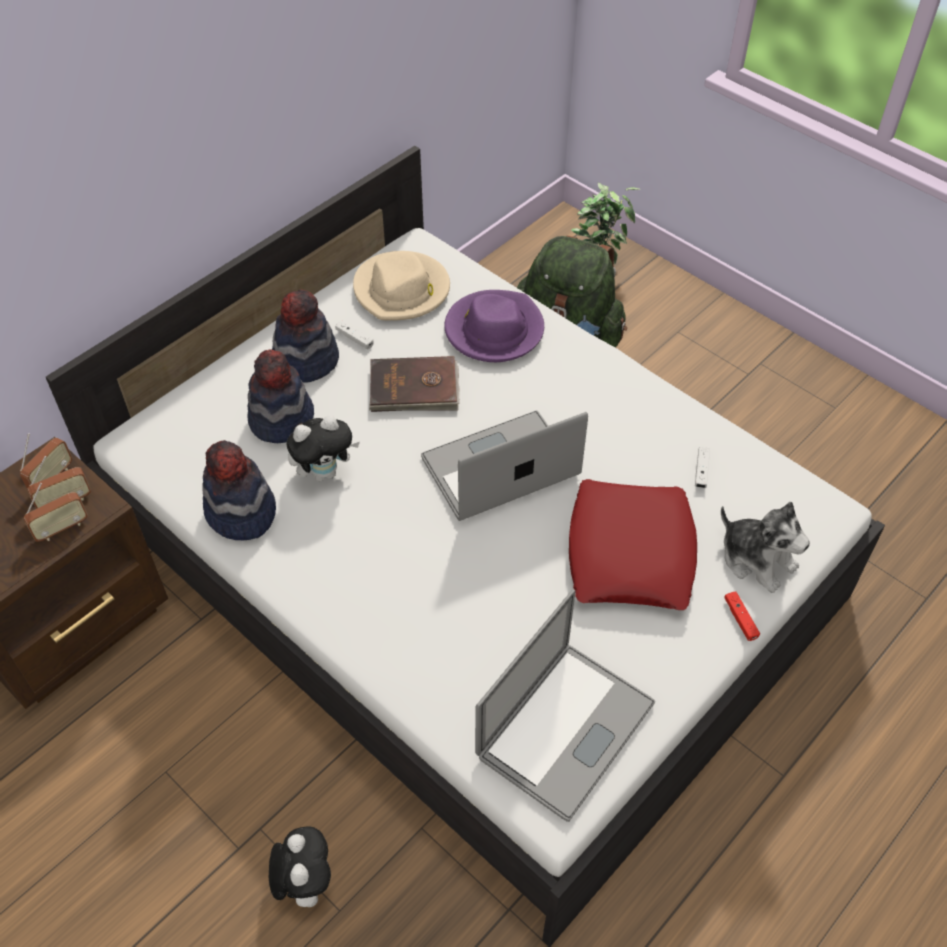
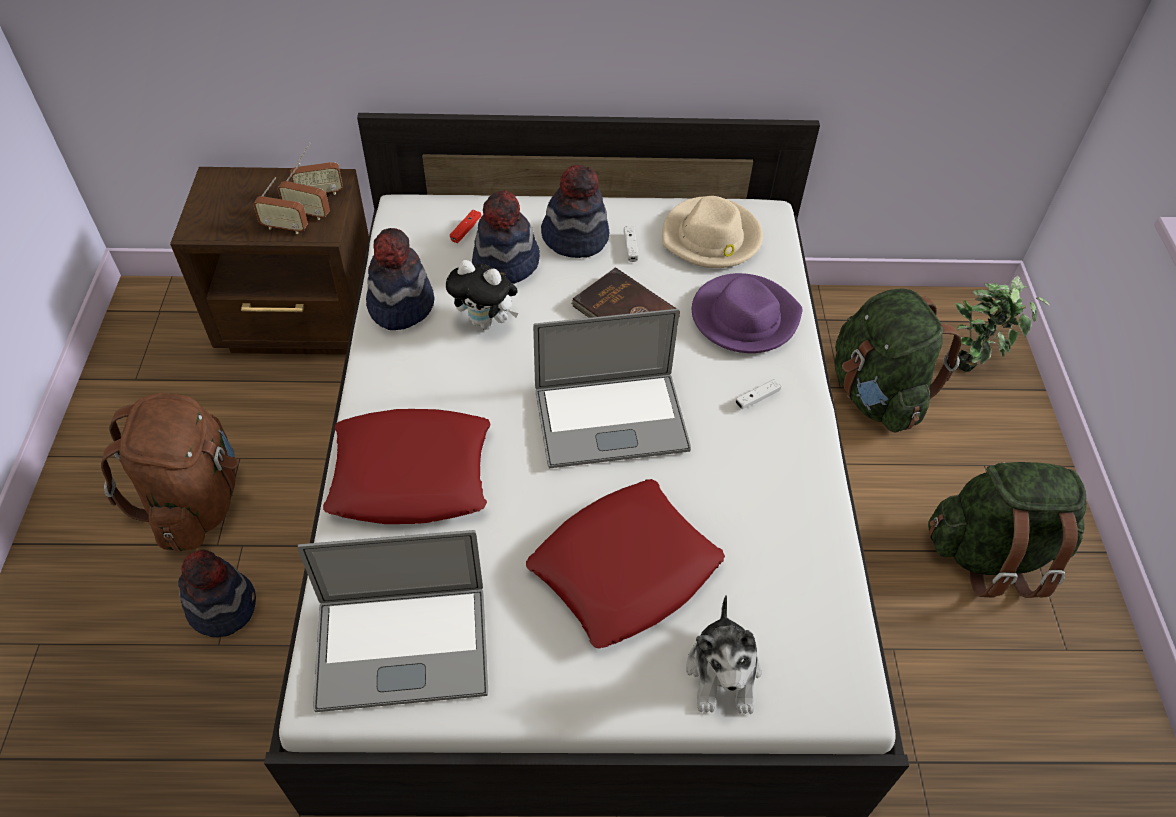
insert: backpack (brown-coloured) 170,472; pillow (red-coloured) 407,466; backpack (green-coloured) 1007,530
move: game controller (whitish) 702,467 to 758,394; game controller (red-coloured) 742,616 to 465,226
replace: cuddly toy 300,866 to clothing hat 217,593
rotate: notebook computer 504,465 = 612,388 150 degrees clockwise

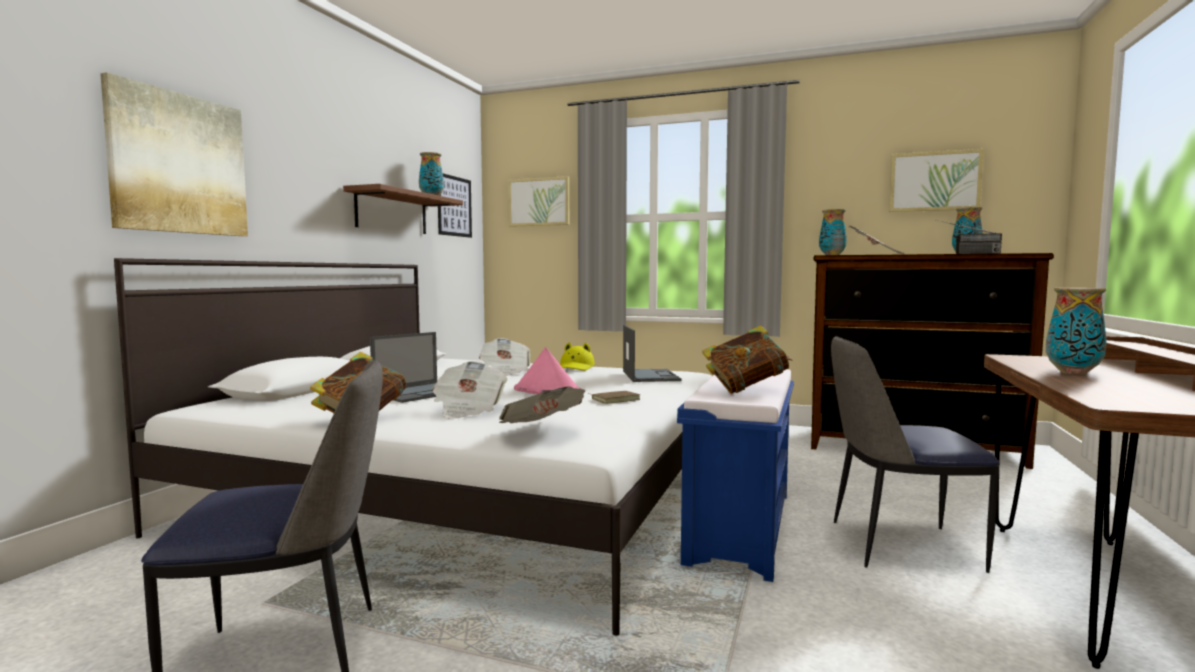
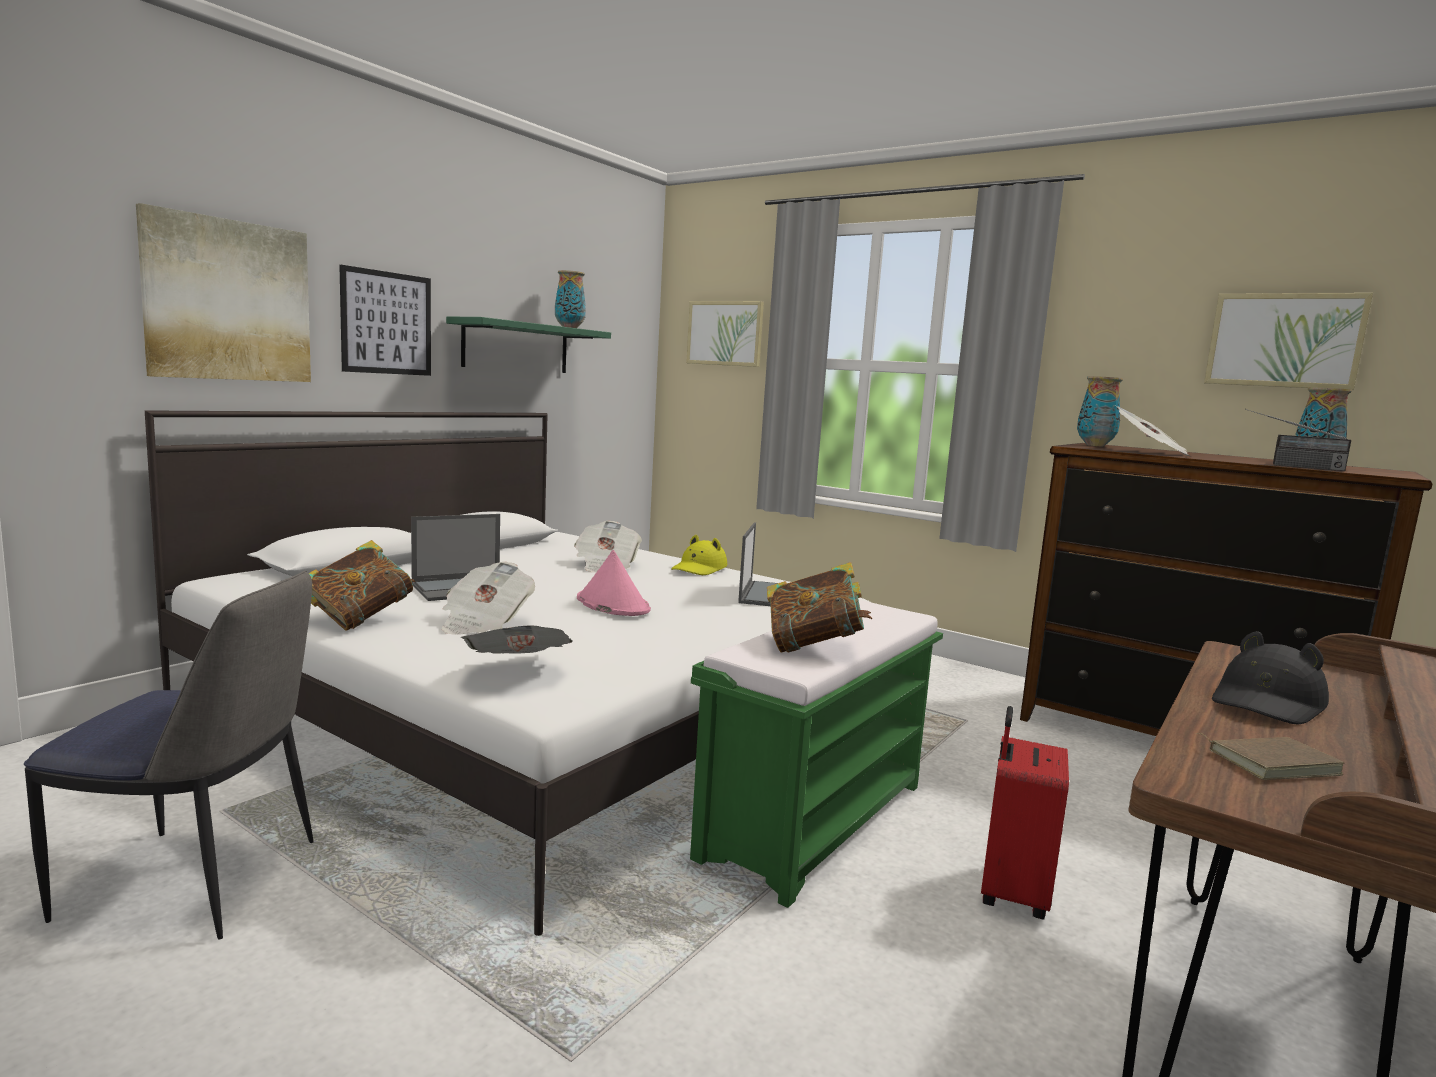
move: wall picture 455,205 to 385,320; bound book (brown-coloured) 614,397 to 1271,756
replace: flower vase 1076,331 to clothing hat (black-coloured) 1270,678; chair 915,454 to travel case (red-coloured) 1025,813
recolor: shelf (brown-coloured) 403,209 to shelf (green-coloured) 528,344; bench (blue) 735,475 to bench (green-coloured) 816,754

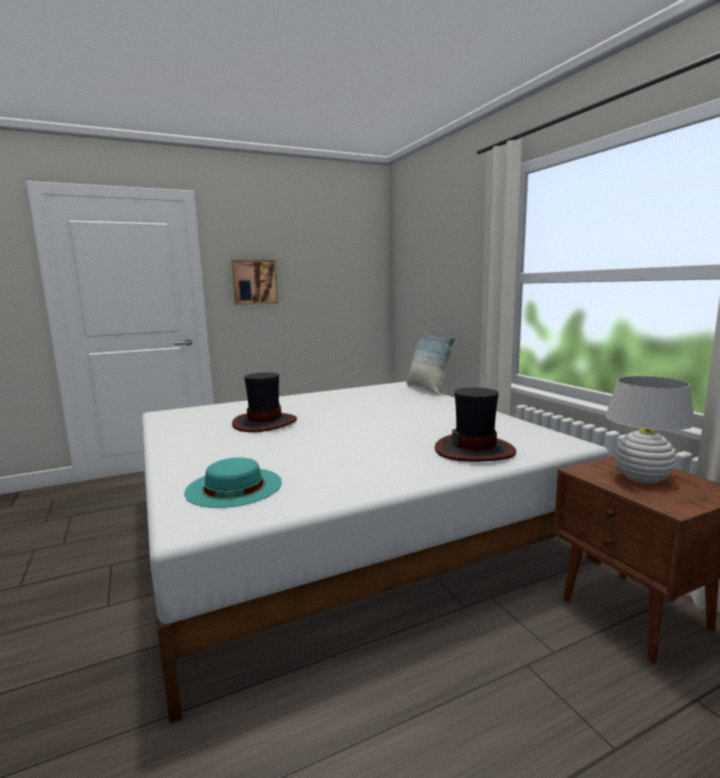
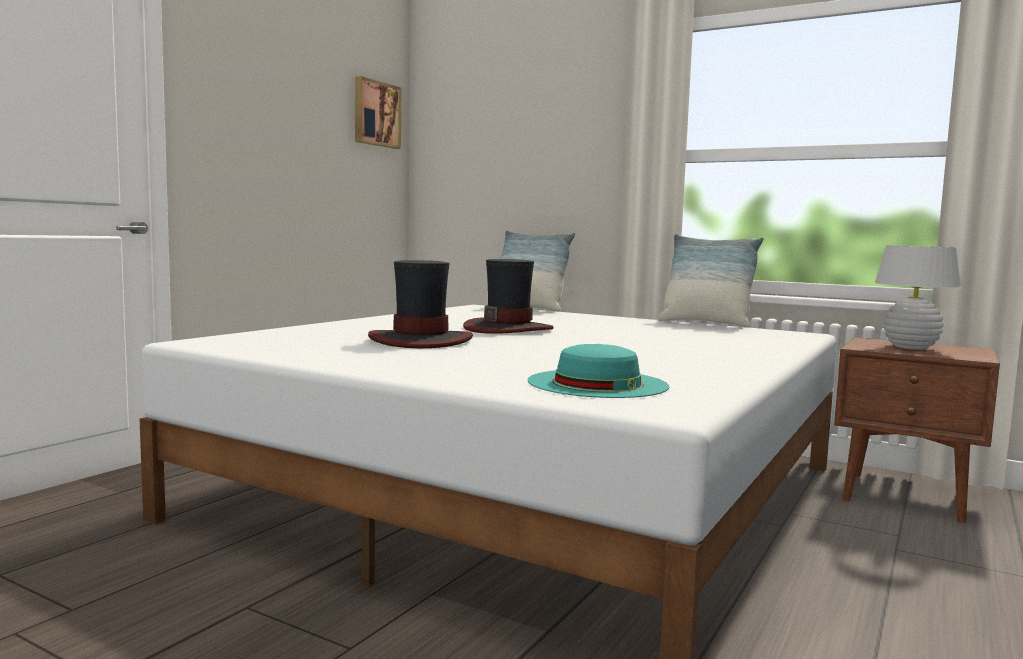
insert: pillow 710,280
move: wall picture 255,282 to 378,112; clothing hat 475,424 to 508,296

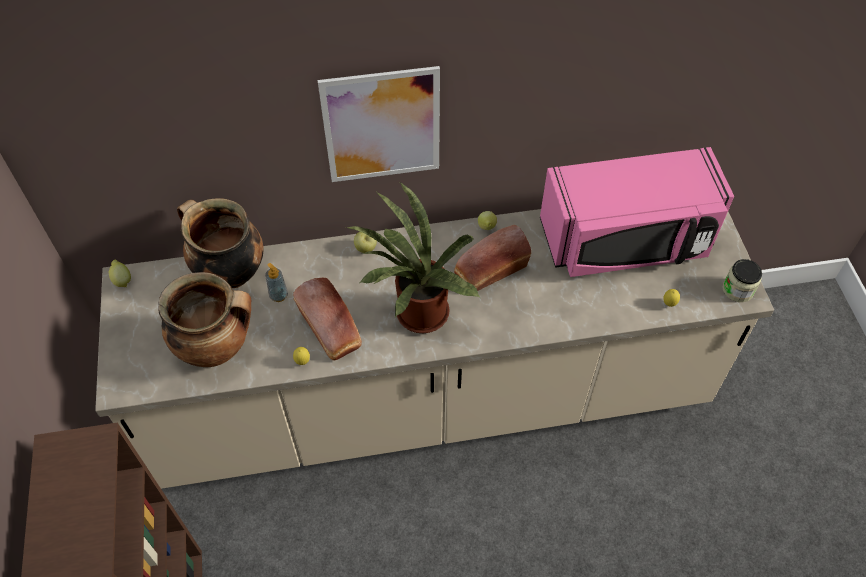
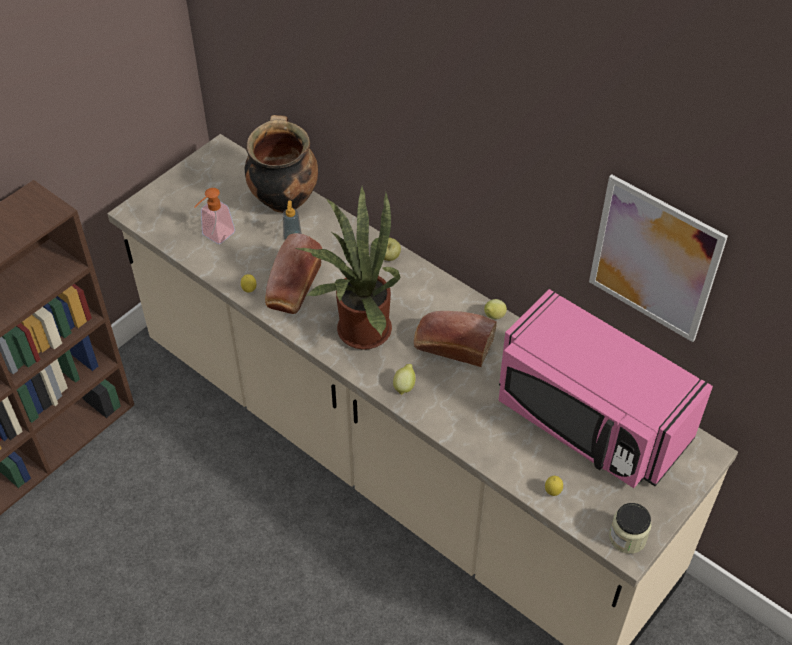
move: wall picture 378,124 to 658,258; lemon 120,273 to 404,379
replace: saucepot 204,319 to soap dispenser 215,216

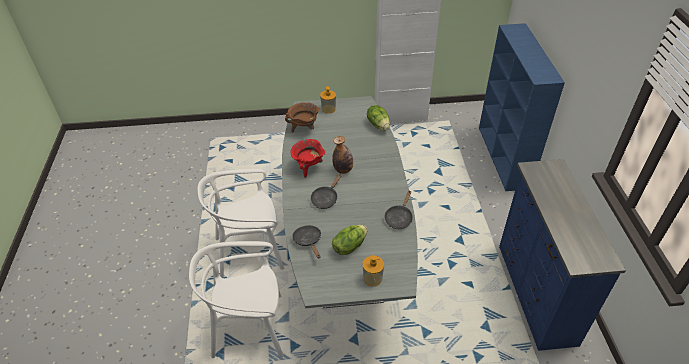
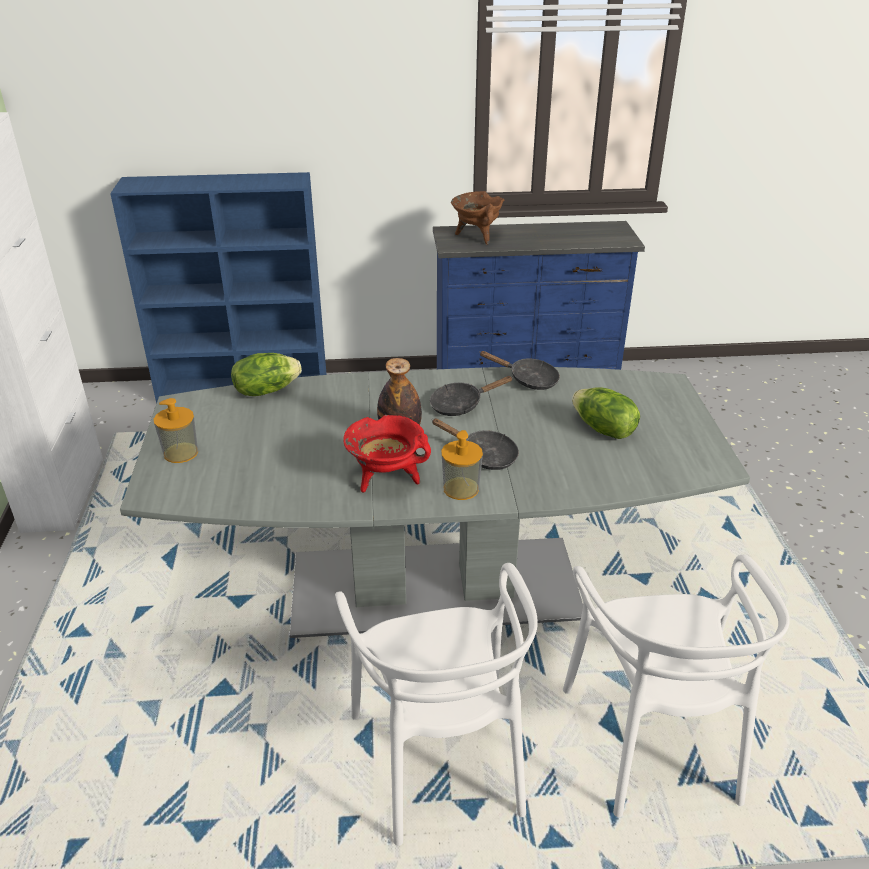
move: saucepot (brown-coloured) 302,117 to 477,217; skillet (black-coloured) 306,241 to 471,396; soap dispenser 373,270 to 462,465

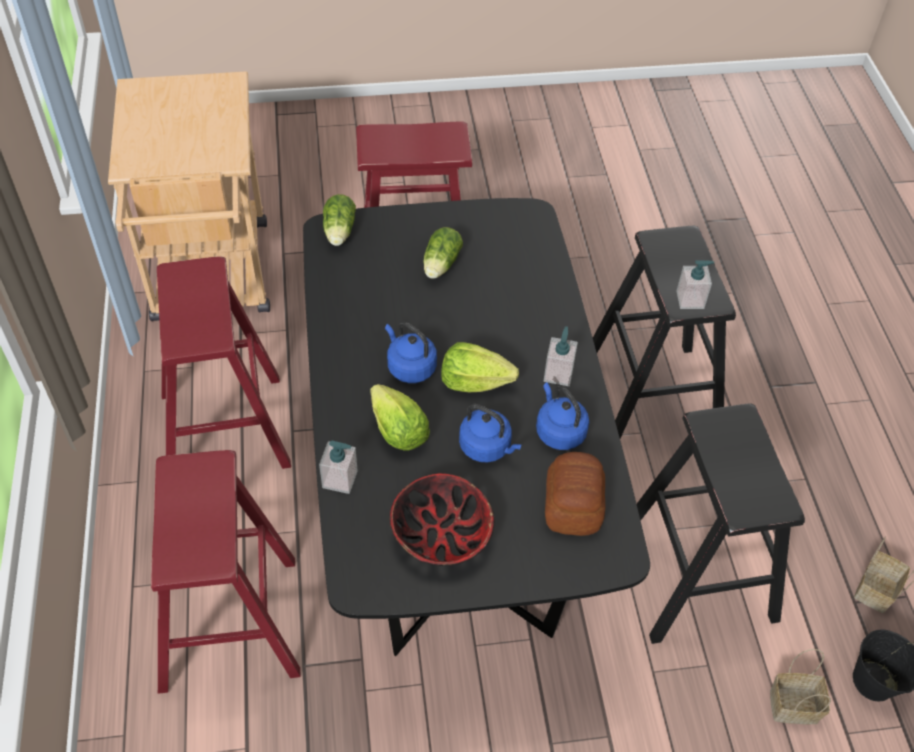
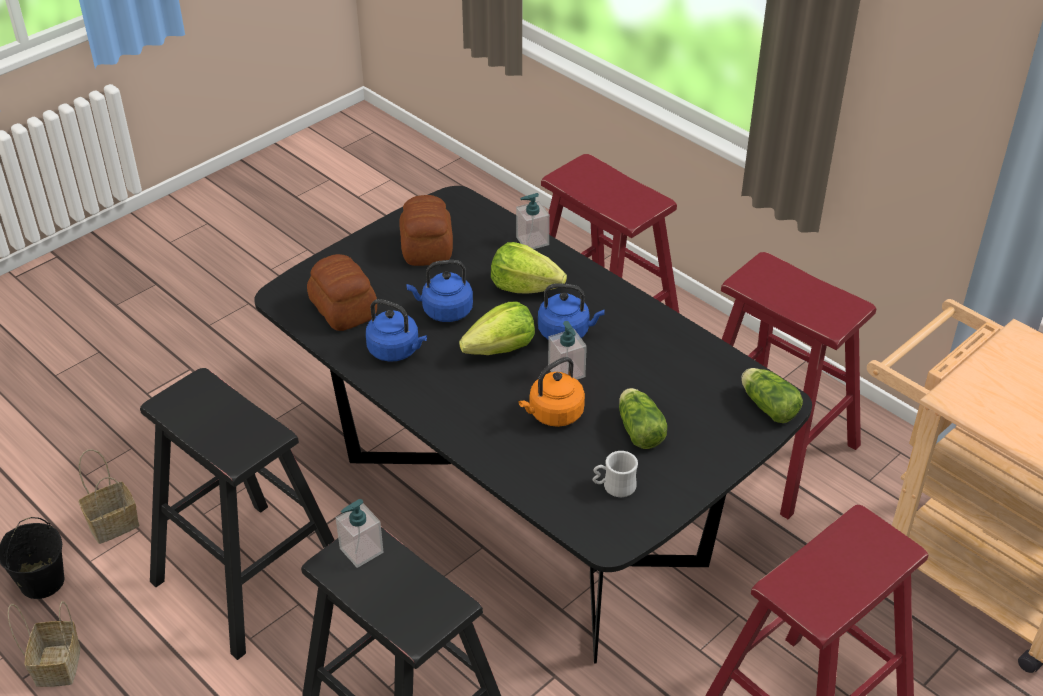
insert: water kettle (orangey) 551,392; coffee mug (whitish) 615,474
move: soap dispenser 561,356 to 567,350
replace: serving bowl 442,519 to bakery bread 426,230

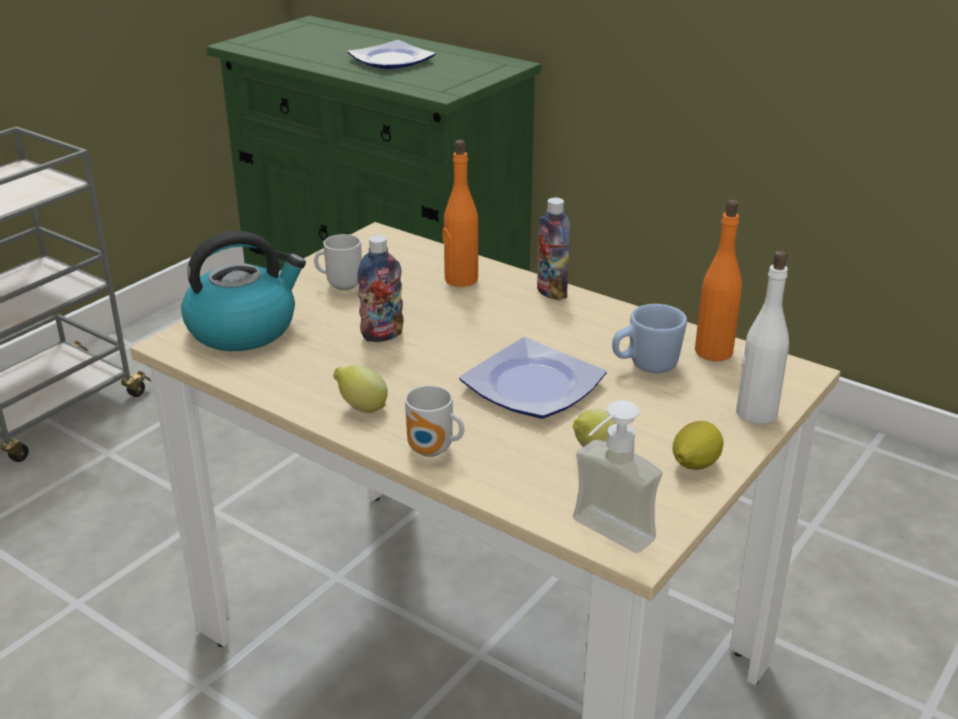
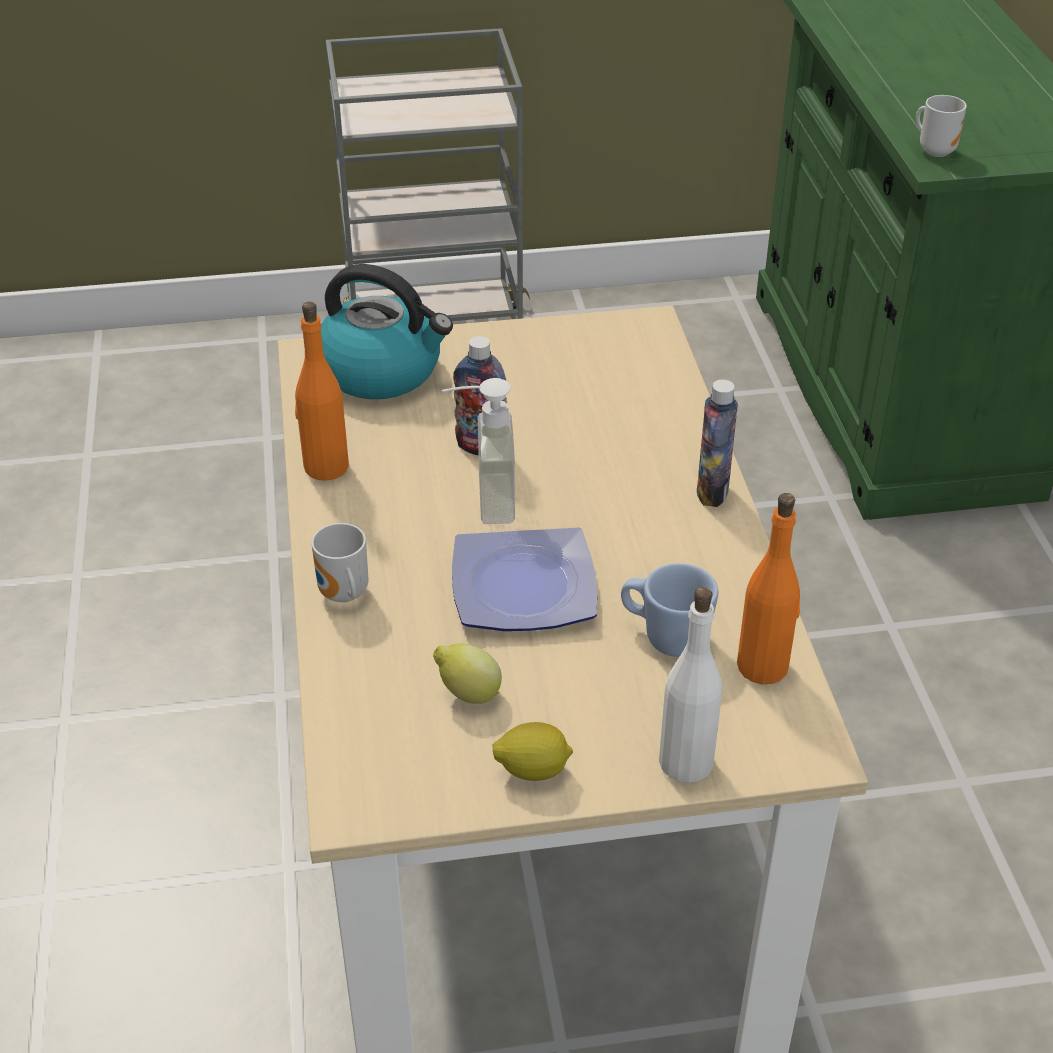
delete: plate 391,54; lemon 360,389
move: bottle (orangey) 460,213 to 322,391; coffee mug 338,262 to 941,126; soap dispenser 617,476 to 478,451

